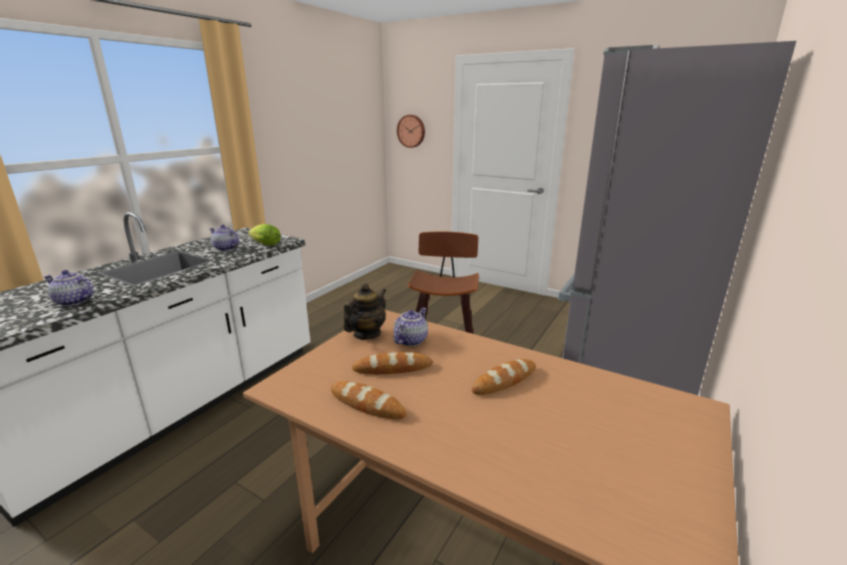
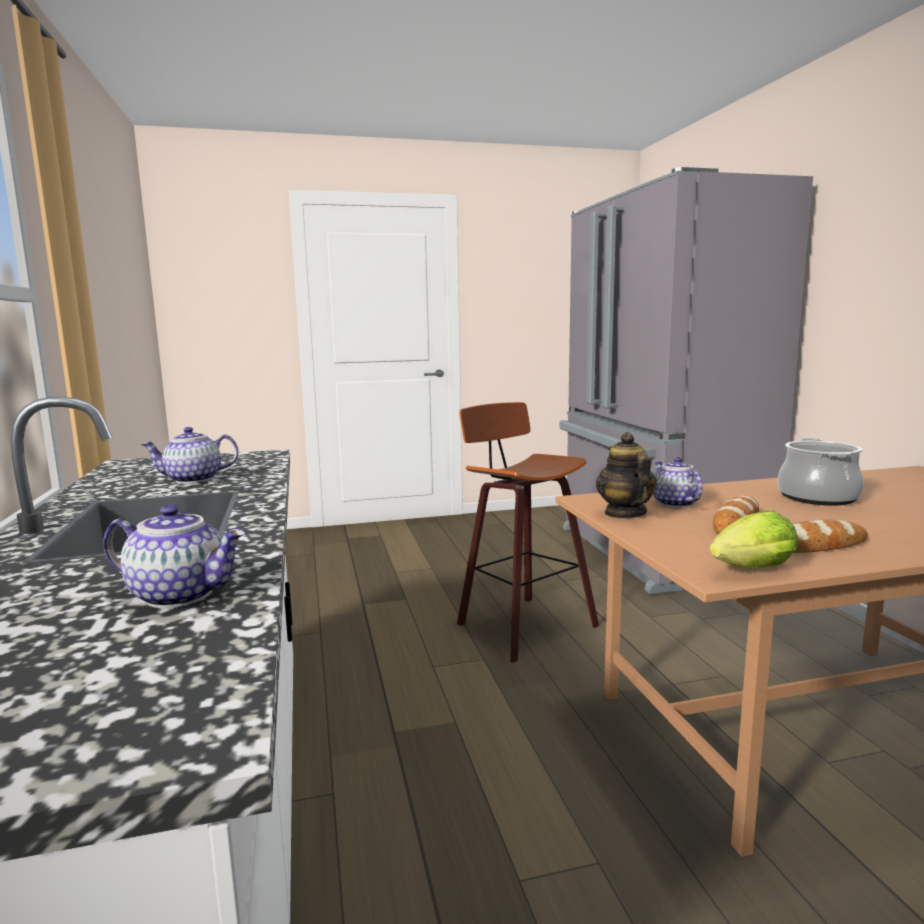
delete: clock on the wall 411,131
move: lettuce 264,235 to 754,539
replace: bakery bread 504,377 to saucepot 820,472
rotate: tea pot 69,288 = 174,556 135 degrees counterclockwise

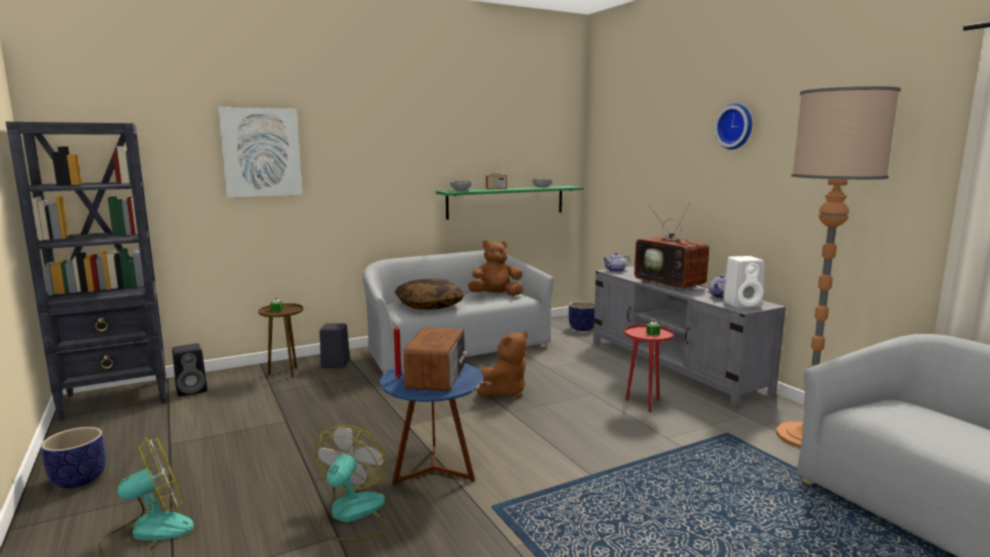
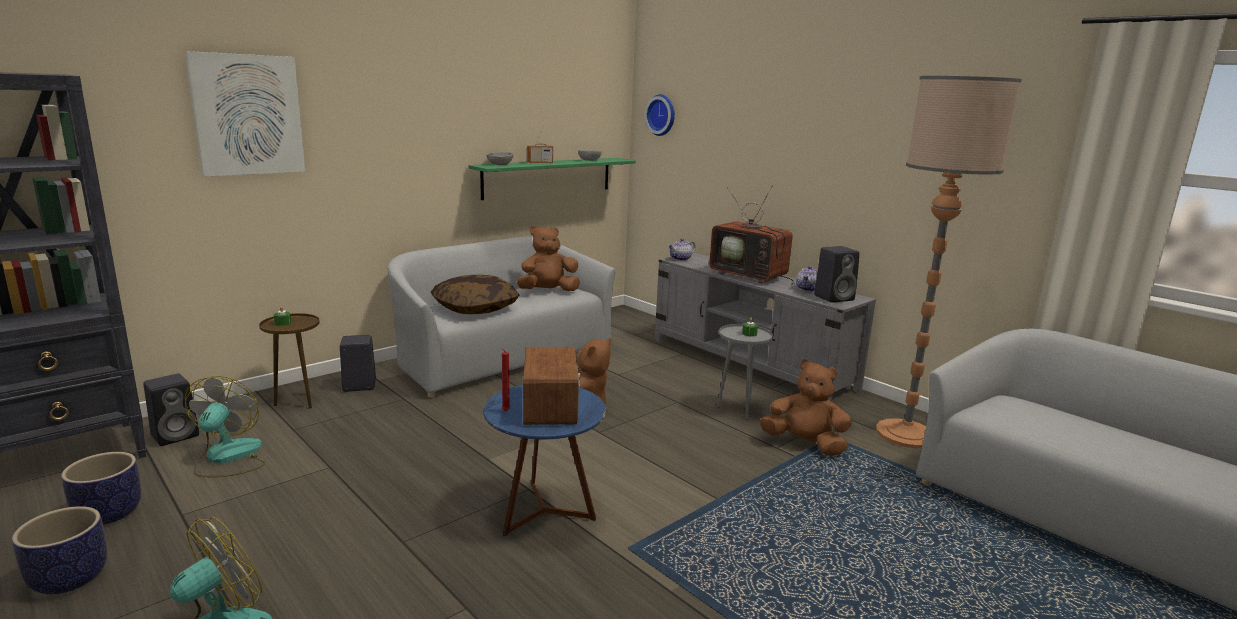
insert: cuddly toy (brown-coloured) 806,407
move: clock on the wall 733,126 to 659,115; plant pot 582,316 to 101,488; electric fan 352,483 to 225,427
recolor: speaker (whitish) 744,282 to speaker (black-coloured) 836,274; accent table (red-coloured) 649,368 to accent table (greyish) 745,371

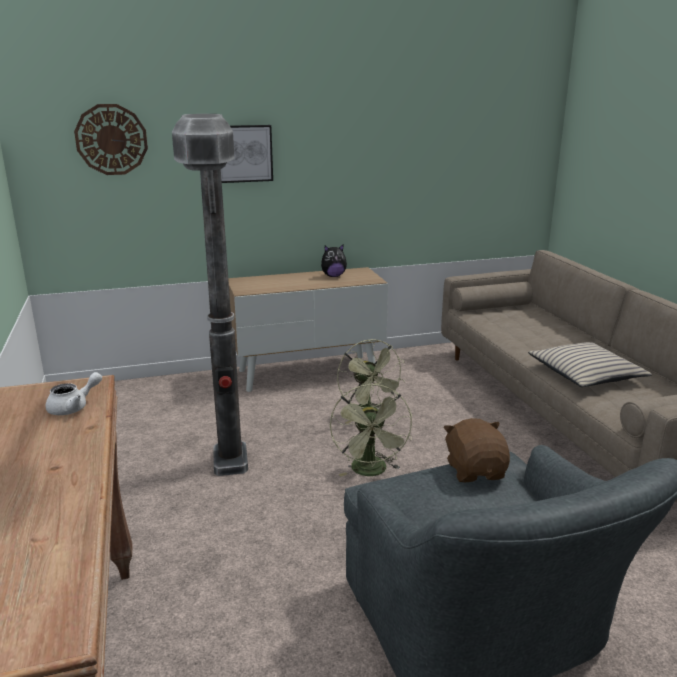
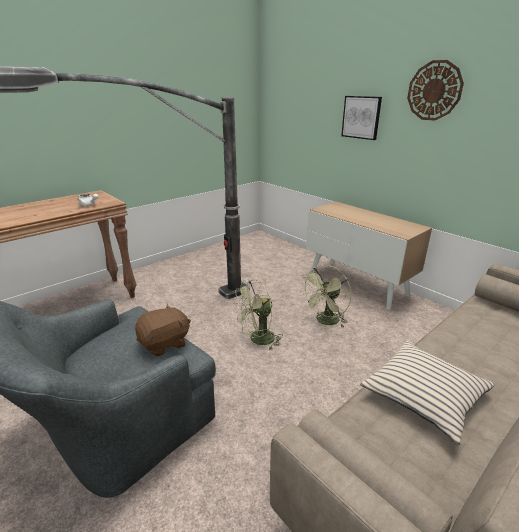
delete: cuddly toy 334,260
move: clock on the wall 111,139 to 435,90

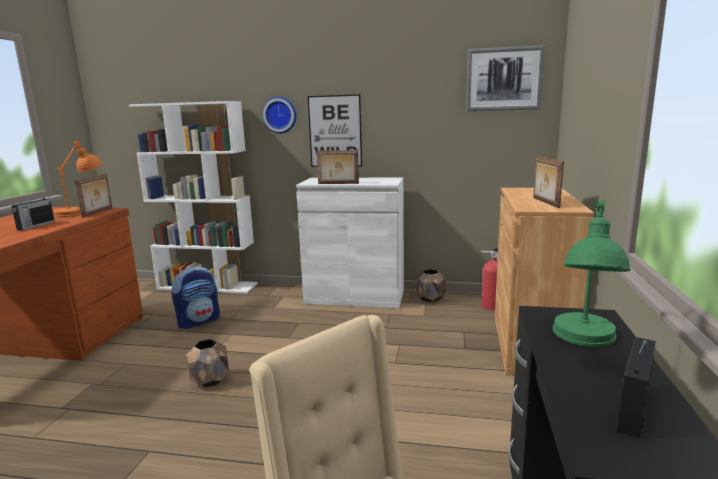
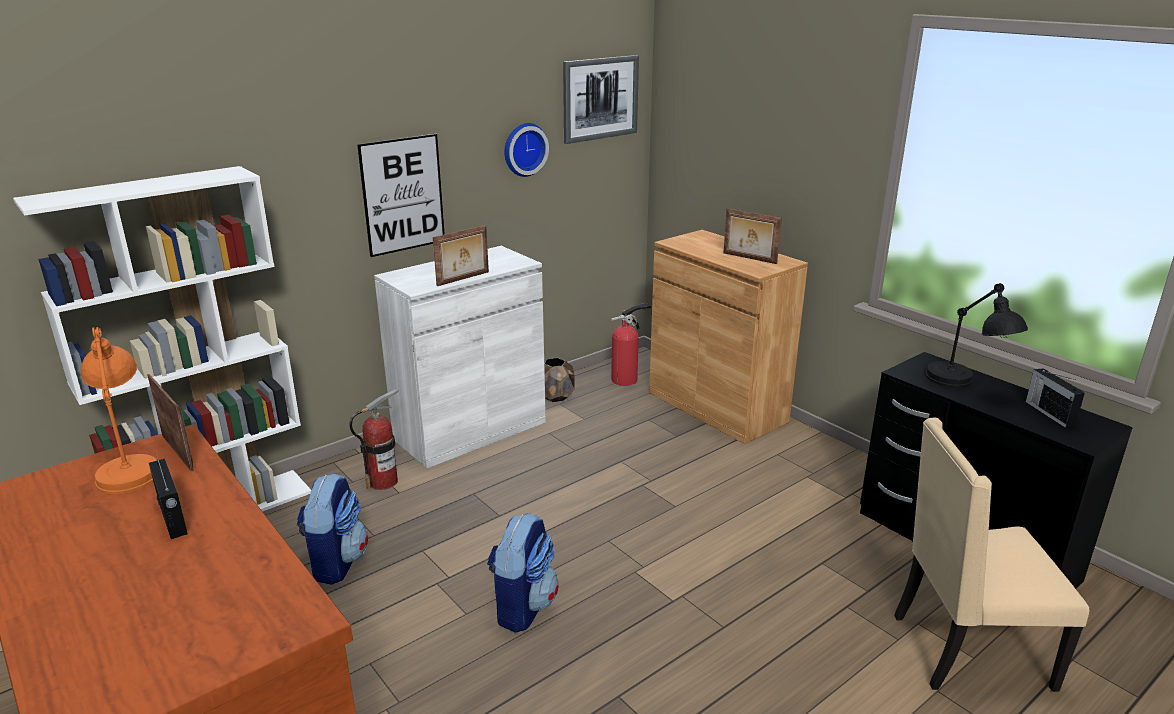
insert: extinguisher 374,439
move: clock on the wall 279,115 to 526,150
replace: plant pot (brown-coloured) 207,363 to backpack 523,573
recolor: tabletop lamp (green-coloured) 592,273 to tabletop lamp (black-coloured) 976,335

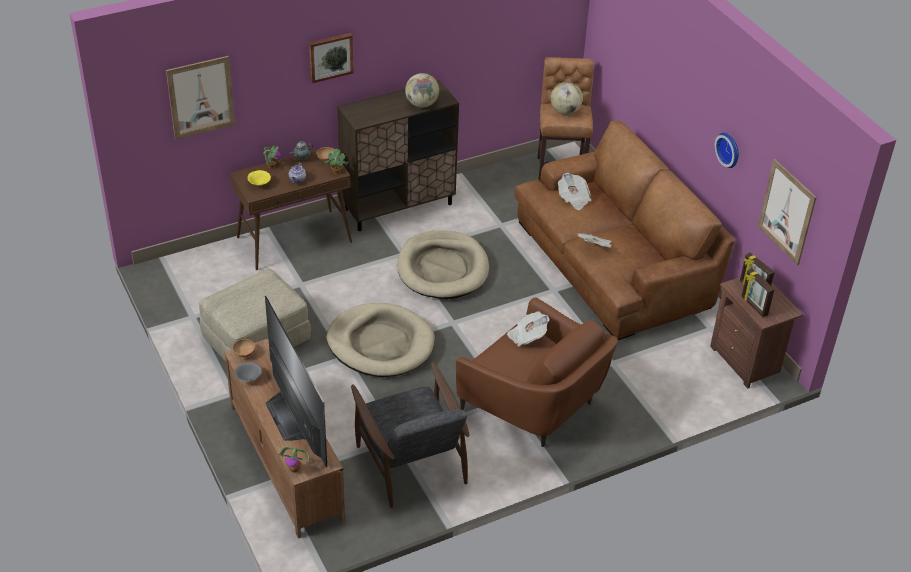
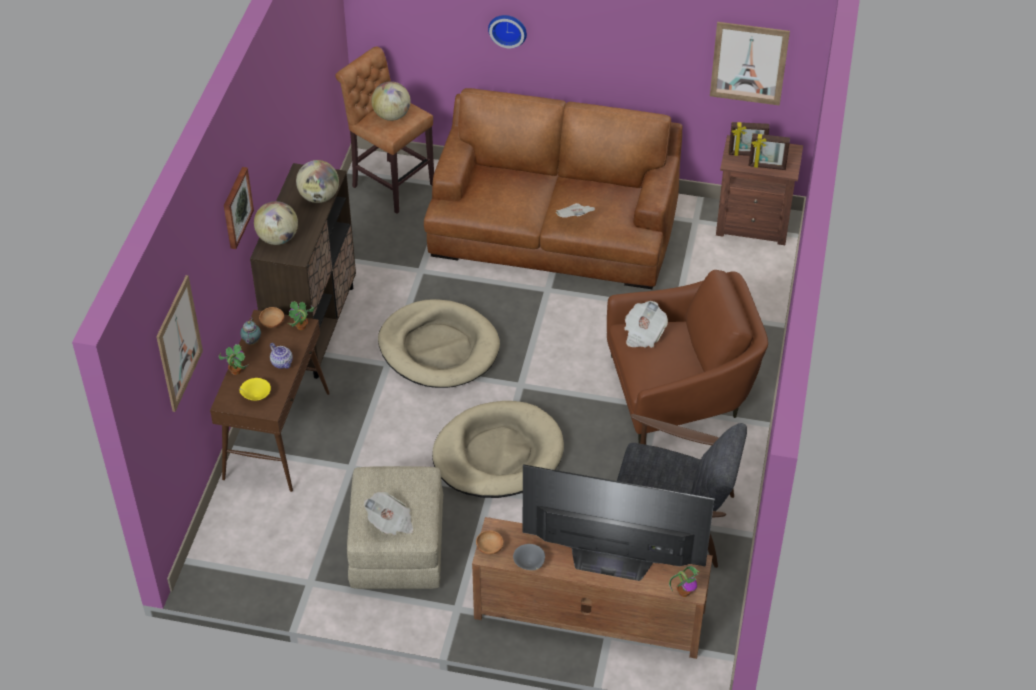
insert: desk globe 276,223
move: clock on the wall 726,150 to 507,31; newspaper 574,191 to 388,513

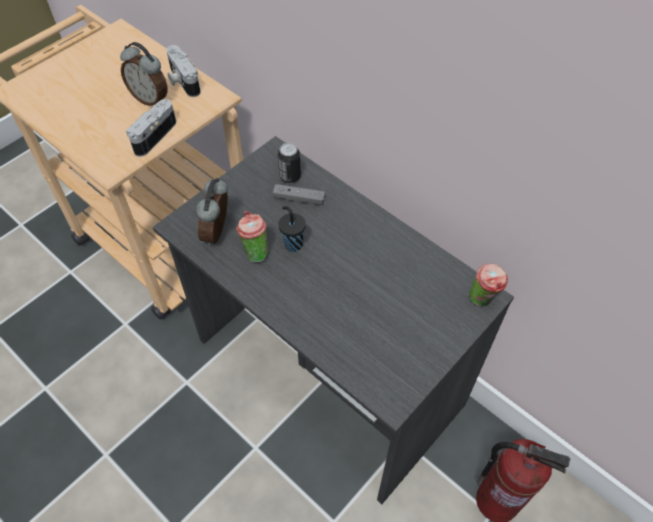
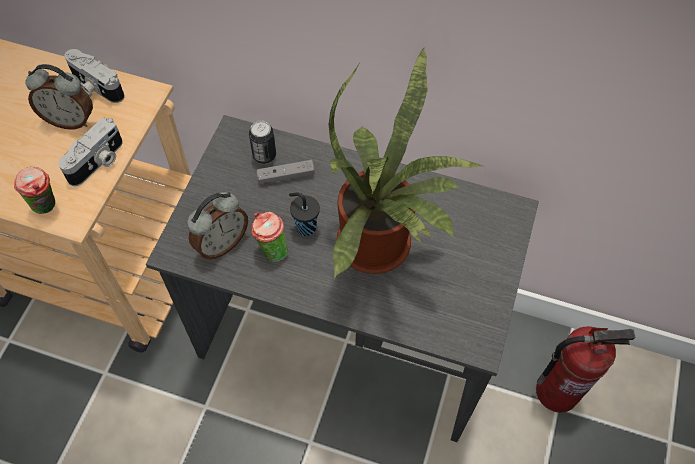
insert: potted plant 406,163
move: drinking cup 488,285 to 34,190
rotate: photo camera 151,128 = 90,152 150 degrees counterclockwise; bedside clock 212,212 = 217,225 120 degrees counterclockwise

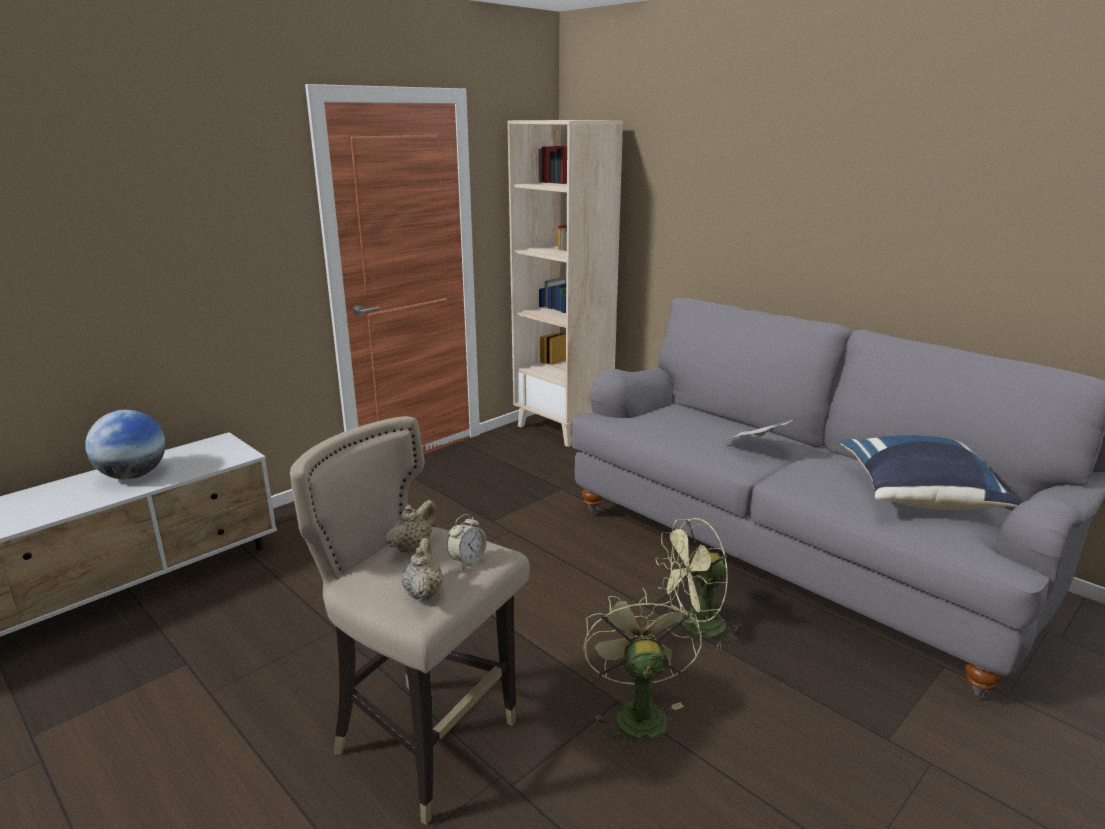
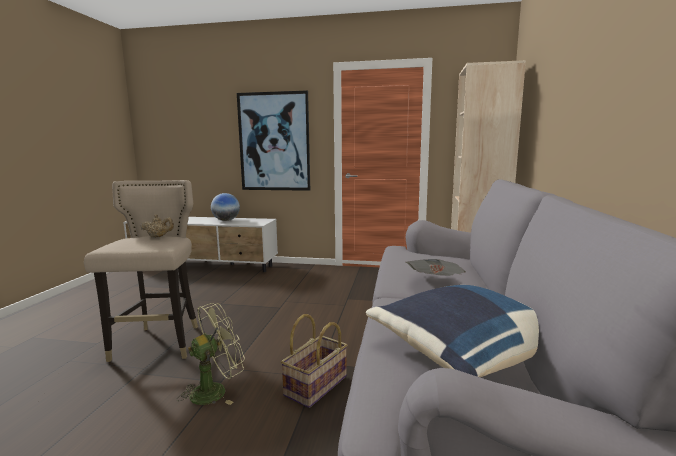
delete: bedside clock 467,541; tea pot (sand-coloured) 422,569
insert: wall picture 273,140
replace: electric fan (green-coloured) 698,583 to household basket 314,361

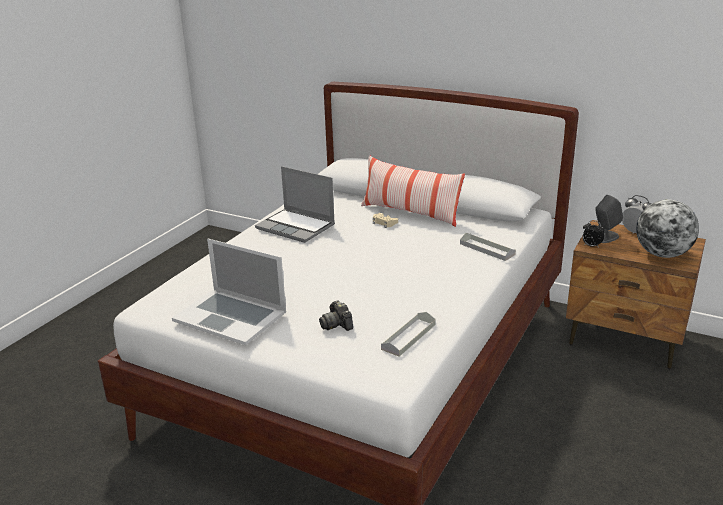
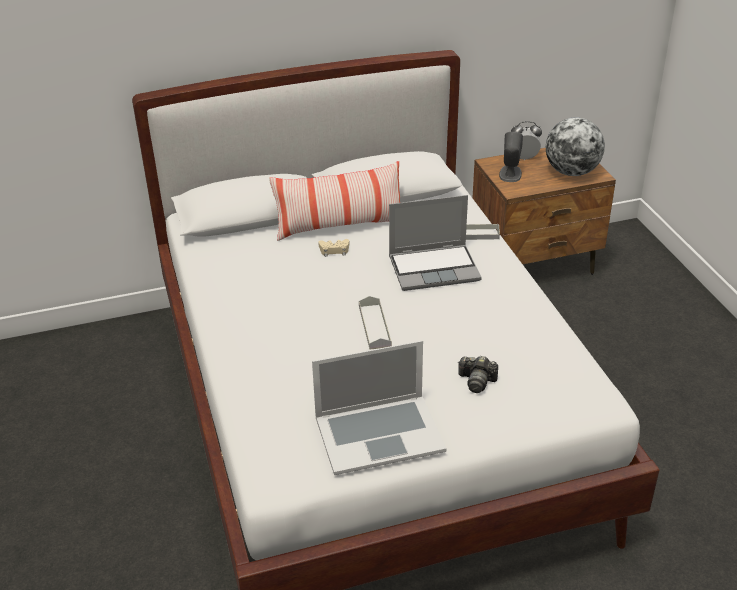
delete: bedside clock 594,234
move: notebook computer 295,204 to 435,243; carrying tray (greyish) 408,334 to 375,322

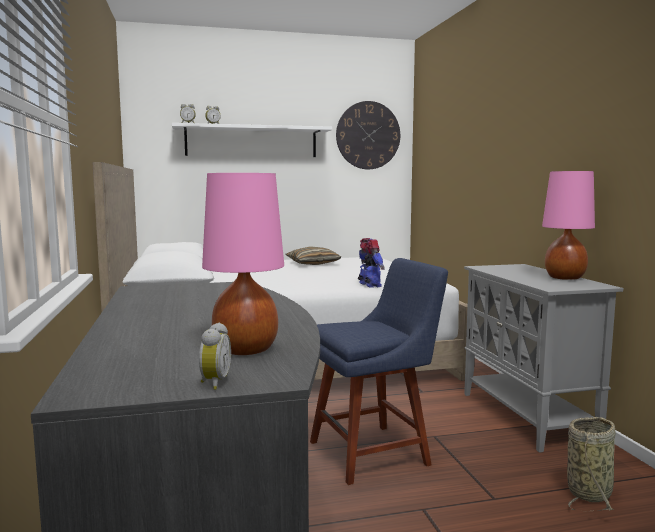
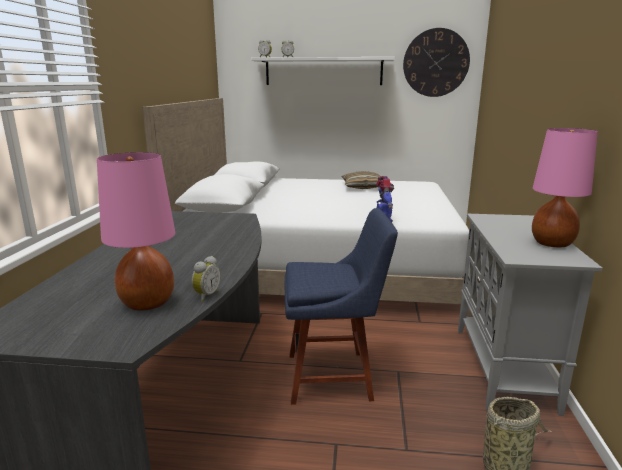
move: bedside clock 215,356 to 206,279

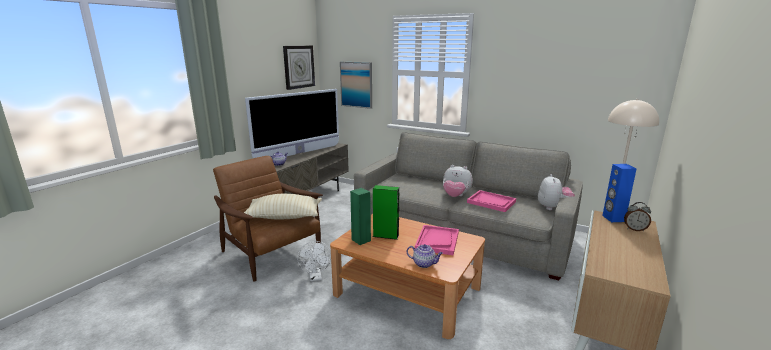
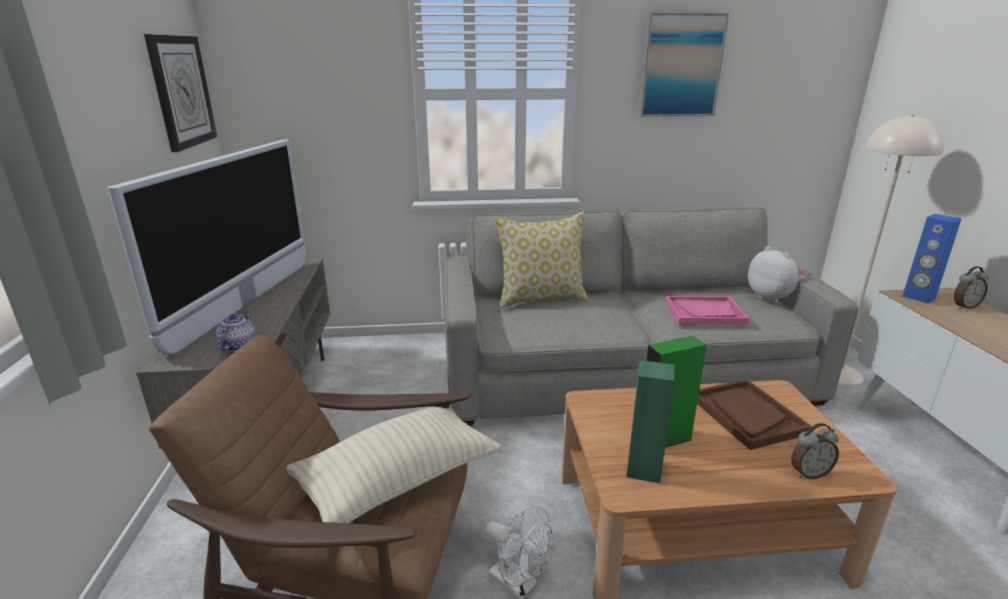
delete: cuddly toy 458,181
insert: pillow 541,260
move: wall picture 356,85 to 684,65
replace: tea pot 425,256 to bedside clock 815,451
recolor: carrying tray (pink) 437,240 to carrying tray (brown-coloured) 754,414

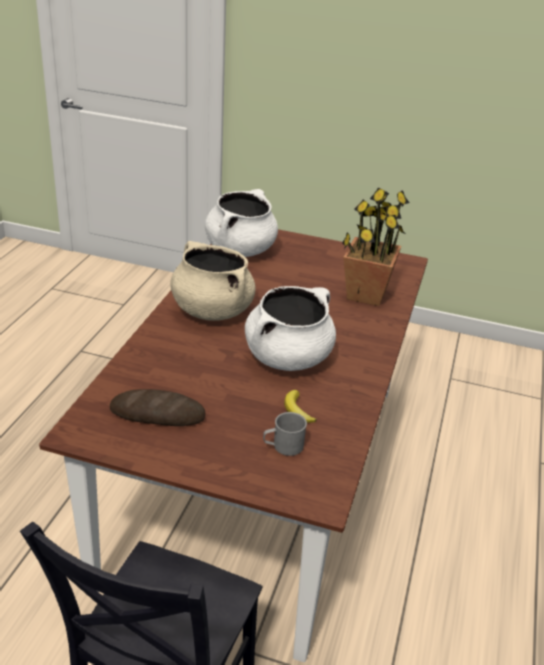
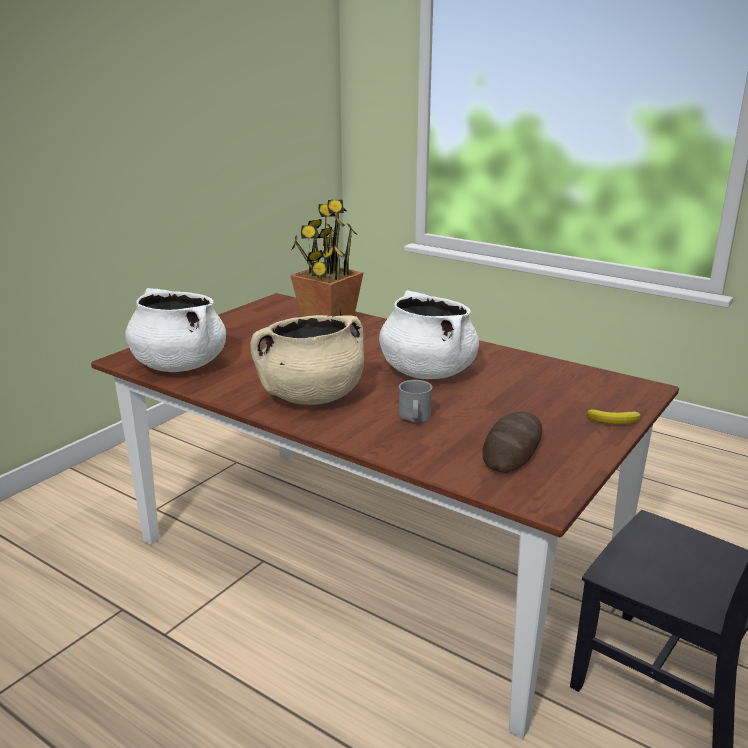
move: banana 300,406 to 614,416; coffee mug (greyish) 285,434 to 415,401

